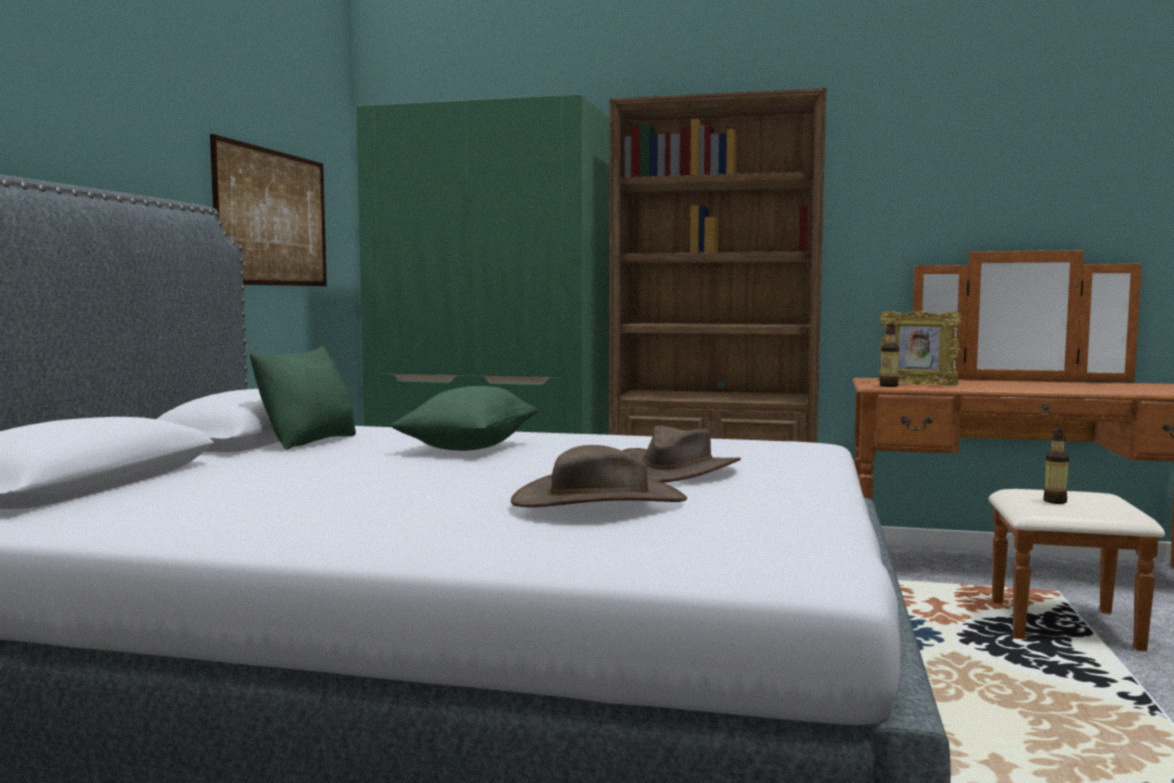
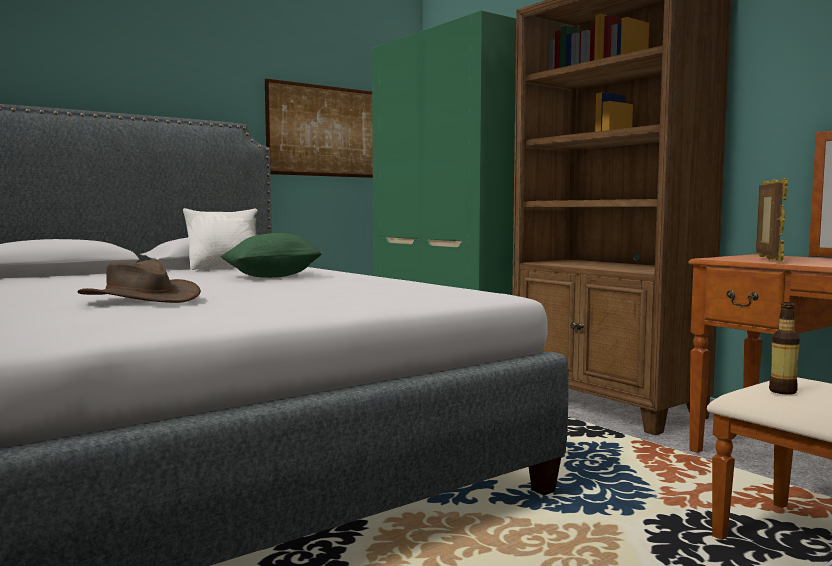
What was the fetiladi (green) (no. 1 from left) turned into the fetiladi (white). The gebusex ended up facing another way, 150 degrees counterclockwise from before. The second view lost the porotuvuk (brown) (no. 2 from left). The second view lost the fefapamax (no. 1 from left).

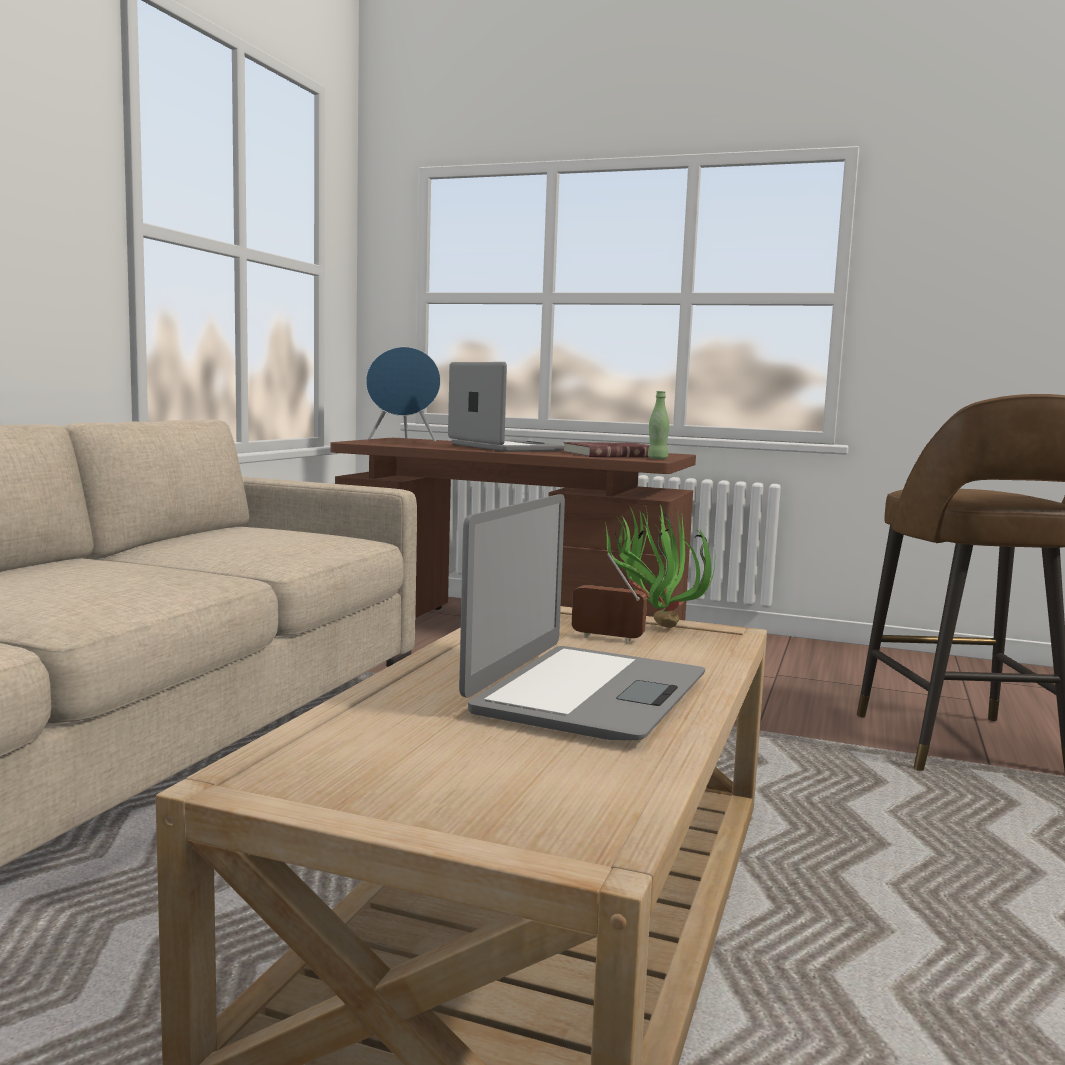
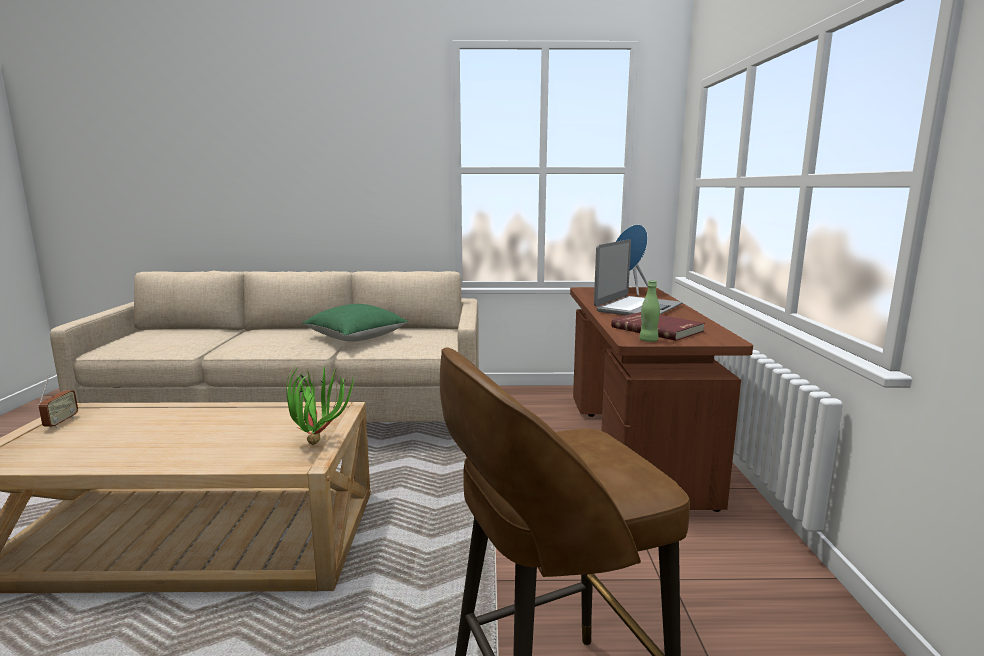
The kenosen ended up elsewhere. The second view gained the fetiladi (green). The second view lost the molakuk (no. 2 from left).

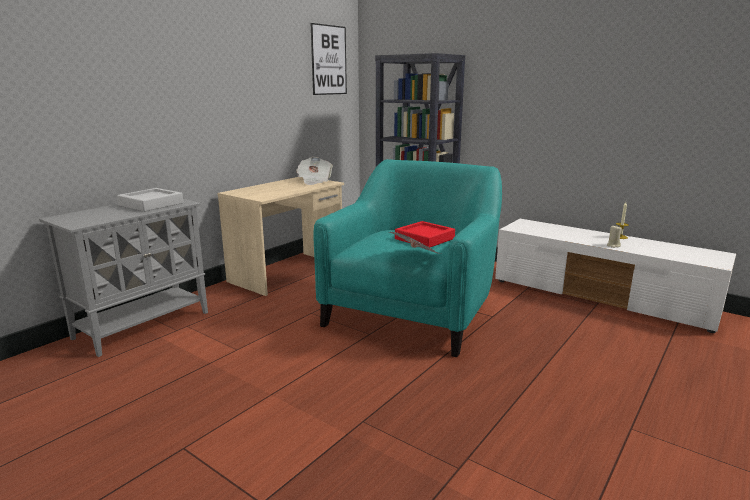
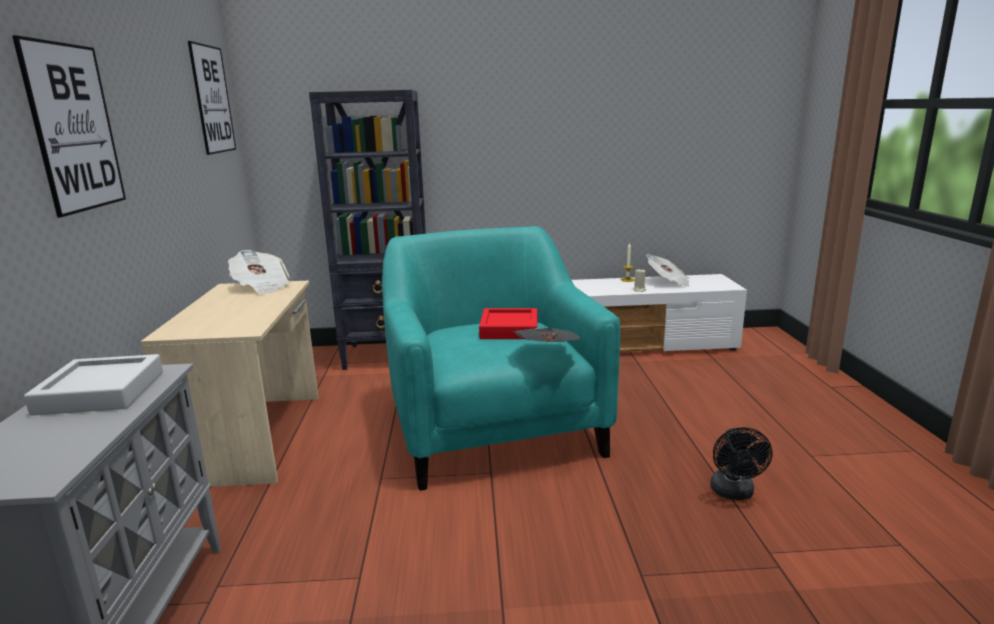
The second view gained the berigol (no. 1 from left). The second view gained the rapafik (no. 3 from left). The second view gained the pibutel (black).

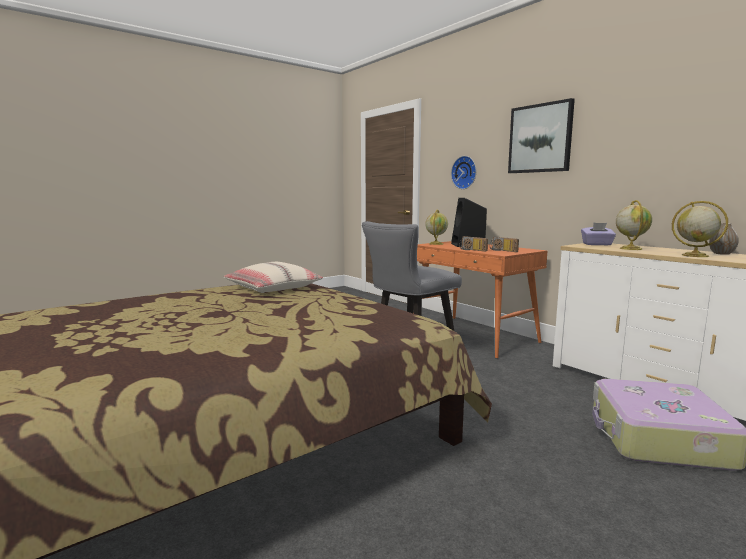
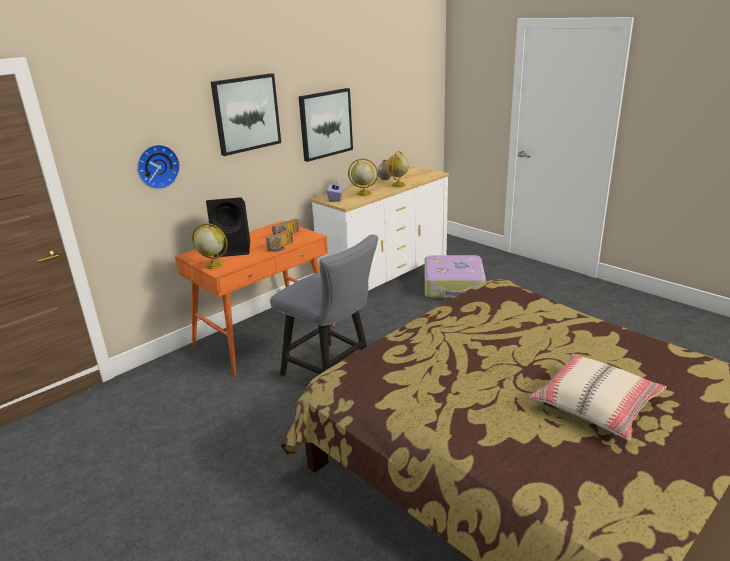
The second view gained the berigol (no. 2 from left). The fetiladi (beige) ended up elsewhere.

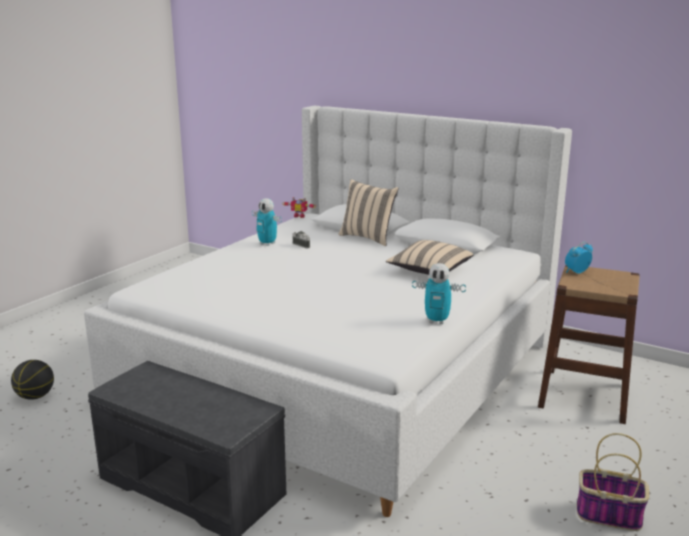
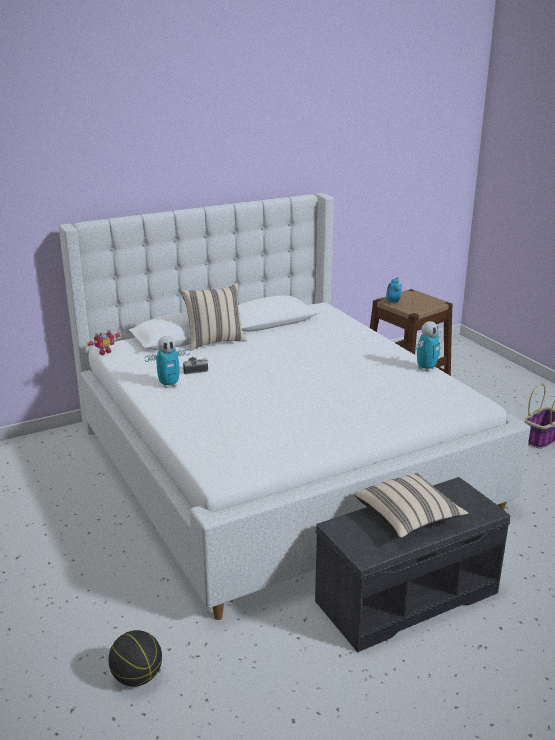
The fetiladi (beige) (no. 2 from left) ended up elsewhere.

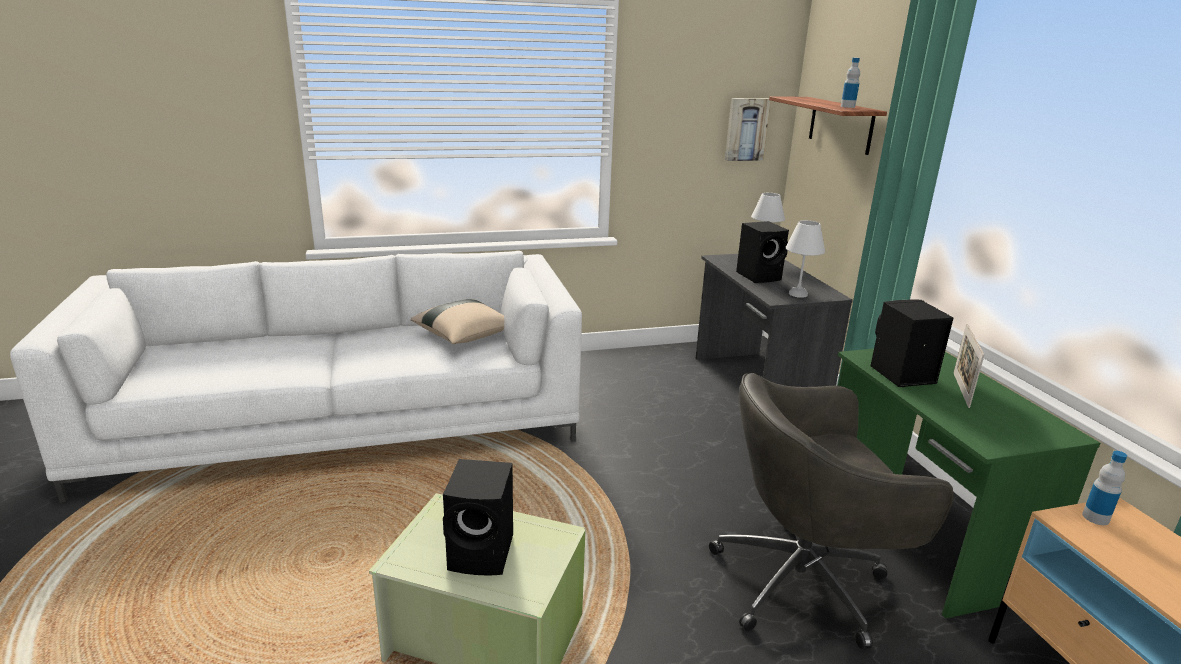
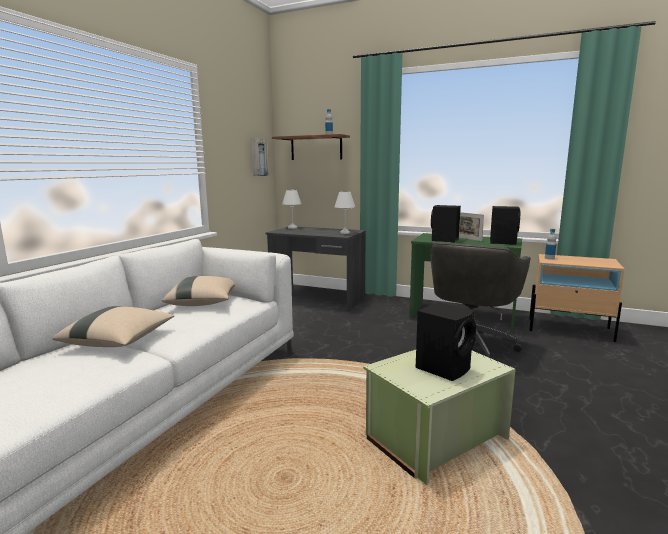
The second view gained the fetiladi (beige) (no. 1 from left). The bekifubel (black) (no. 2 from left in the first image) ended up elsewhere.

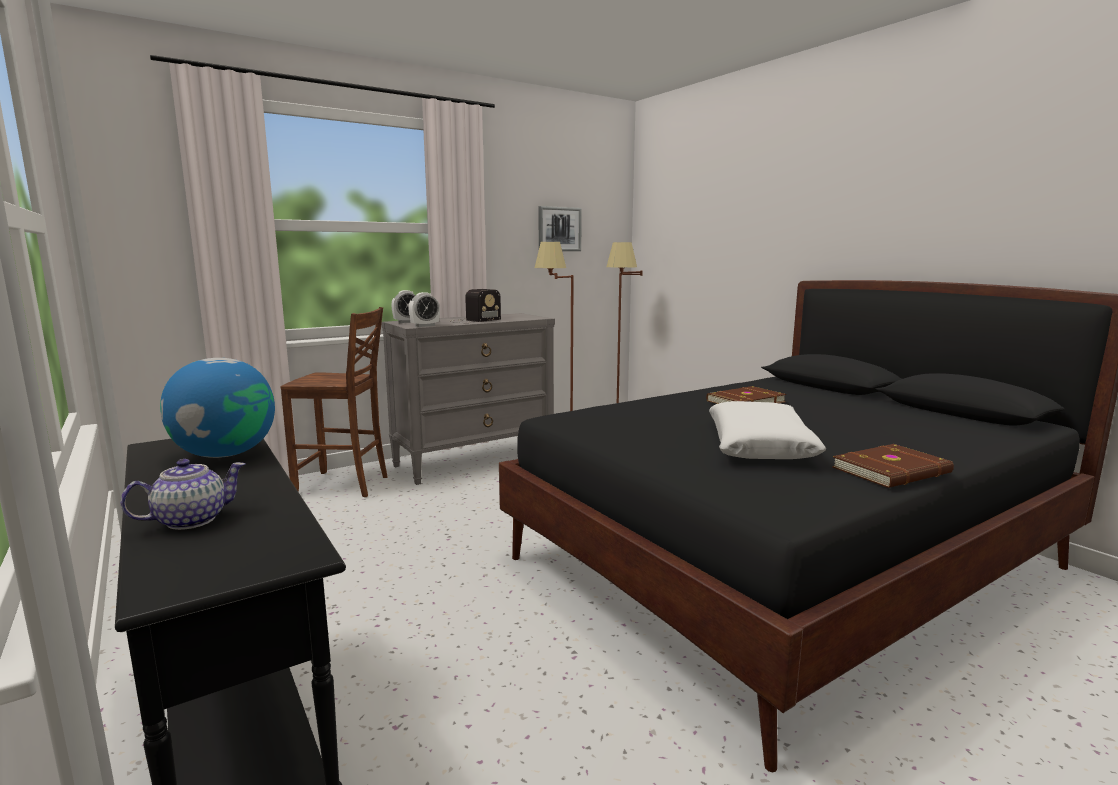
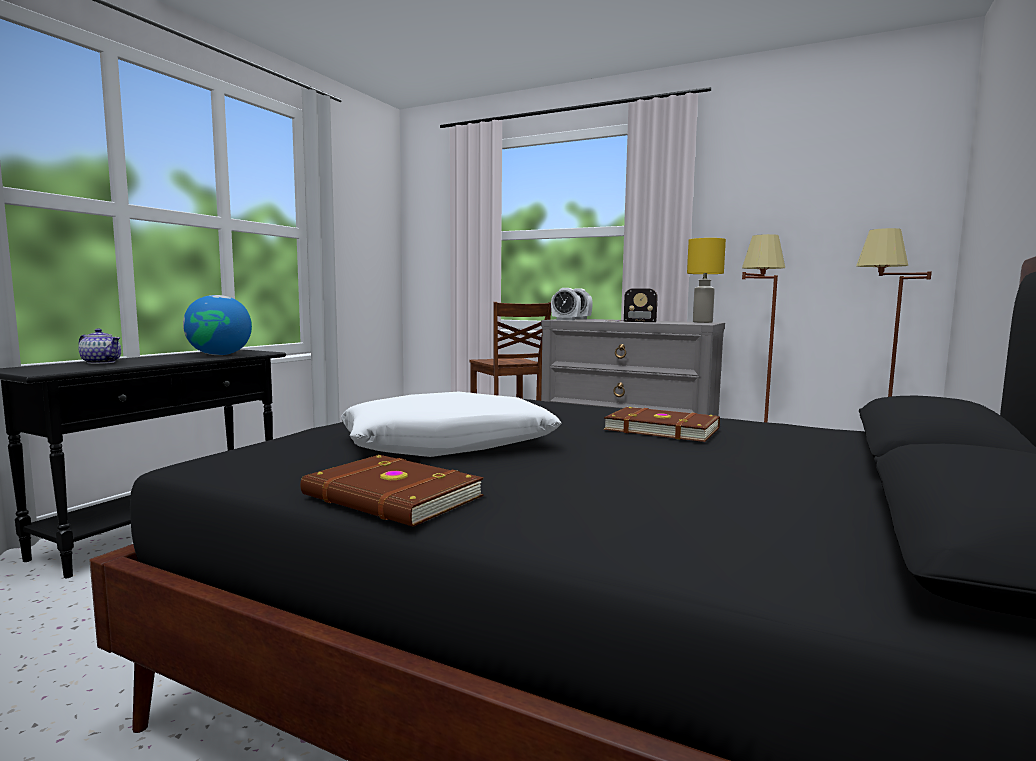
The second view gained the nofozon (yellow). The second view lost the berigol.

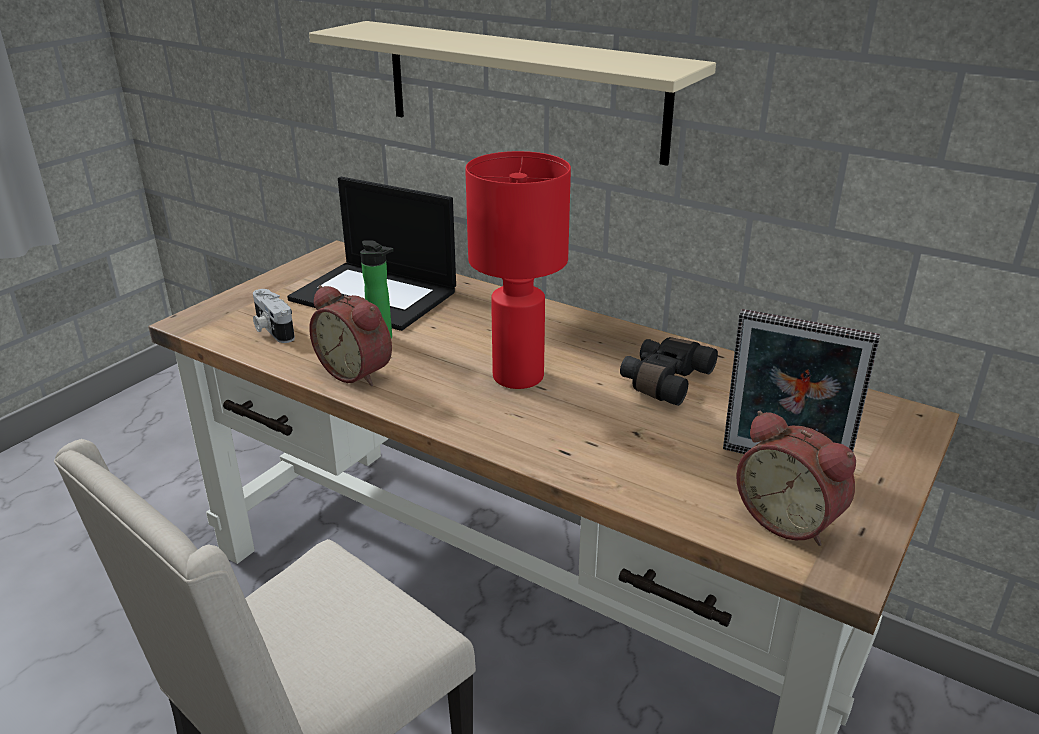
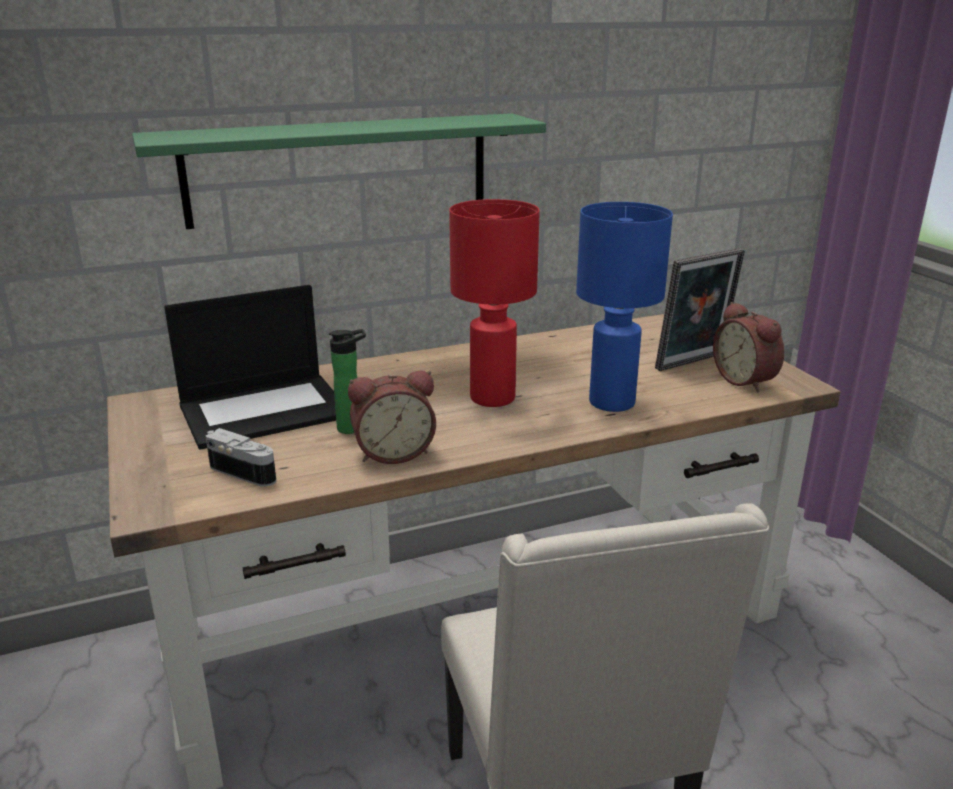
What was the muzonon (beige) turned into the muzonon (green). The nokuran ended up facing another way, 150 degrees counterclockwise from before. The second view gained the nofozon (blue). The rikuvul (no. 2 from left) ended up facing another way, 75 degrees clockwise from before. The second view lost the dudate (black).

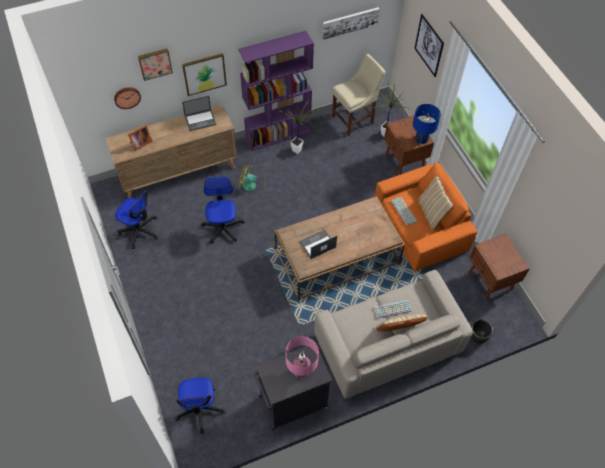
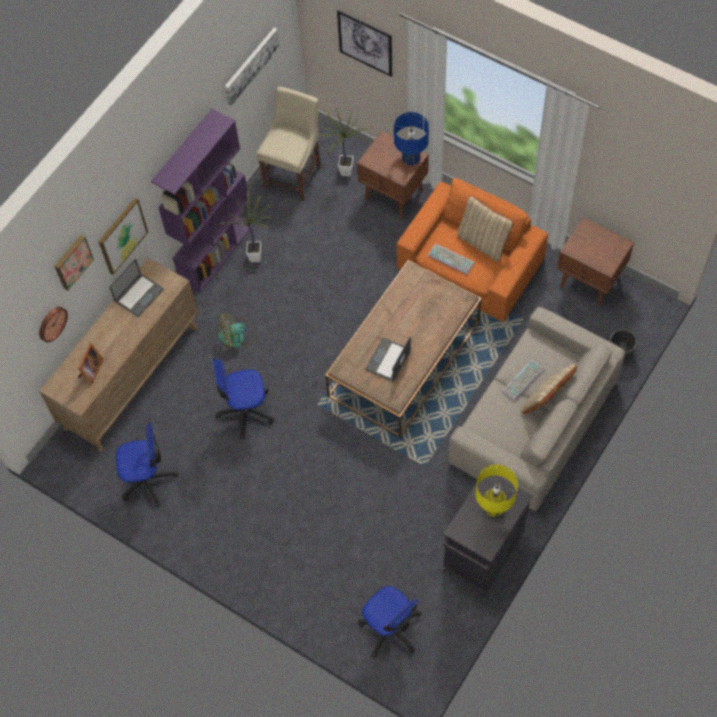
The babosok (no. 3 from left in the first image) ended up facing another way, 60 degrees counterclockwise from before. What was the nofozon (pink) turned into the nofozon (yellow).

